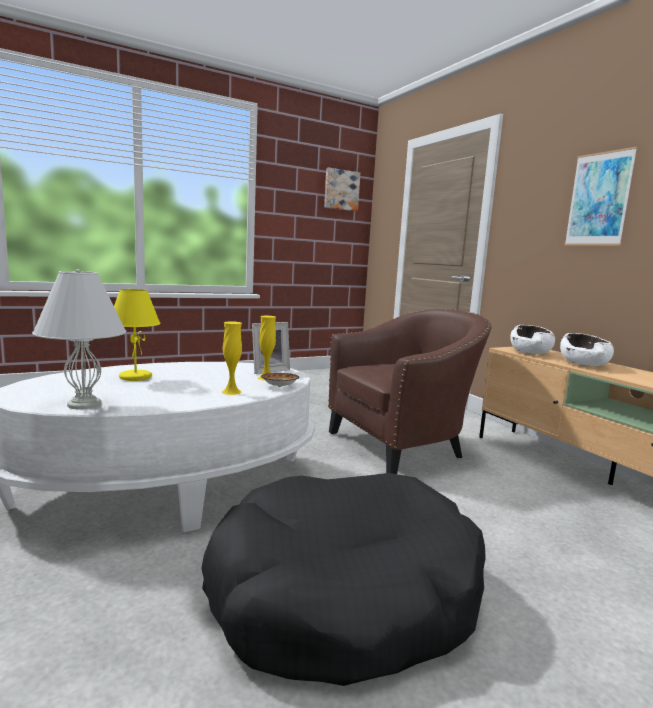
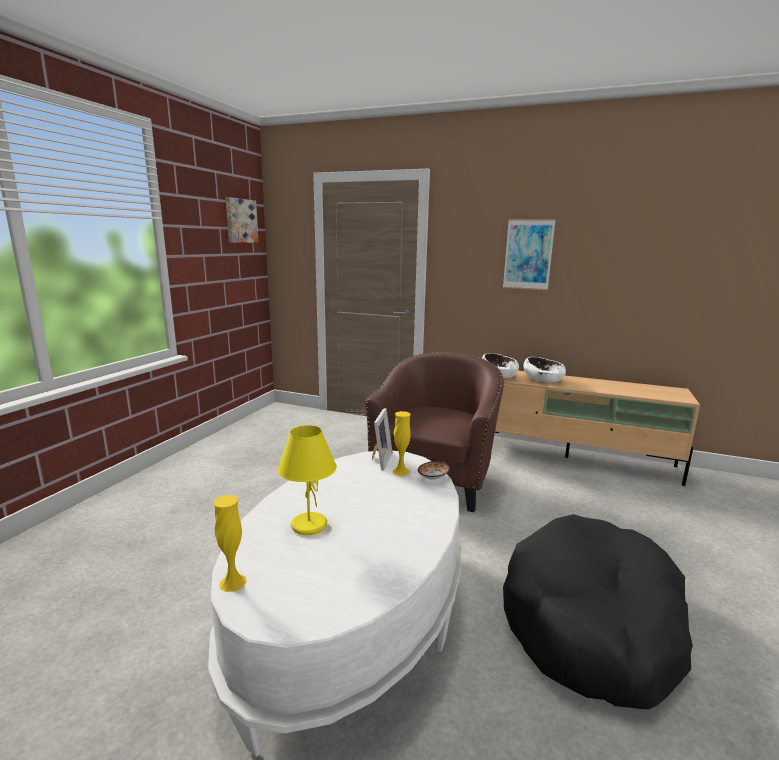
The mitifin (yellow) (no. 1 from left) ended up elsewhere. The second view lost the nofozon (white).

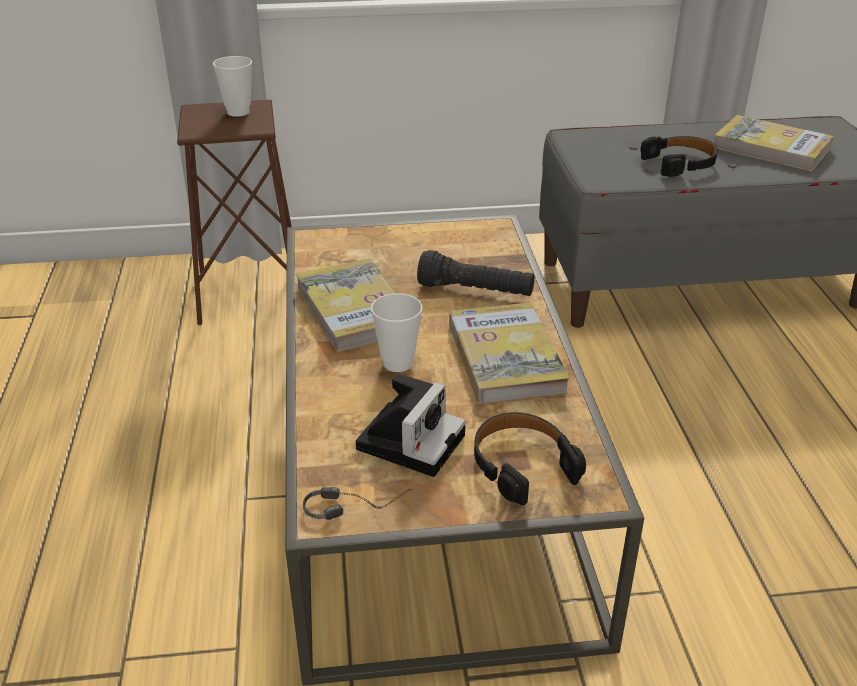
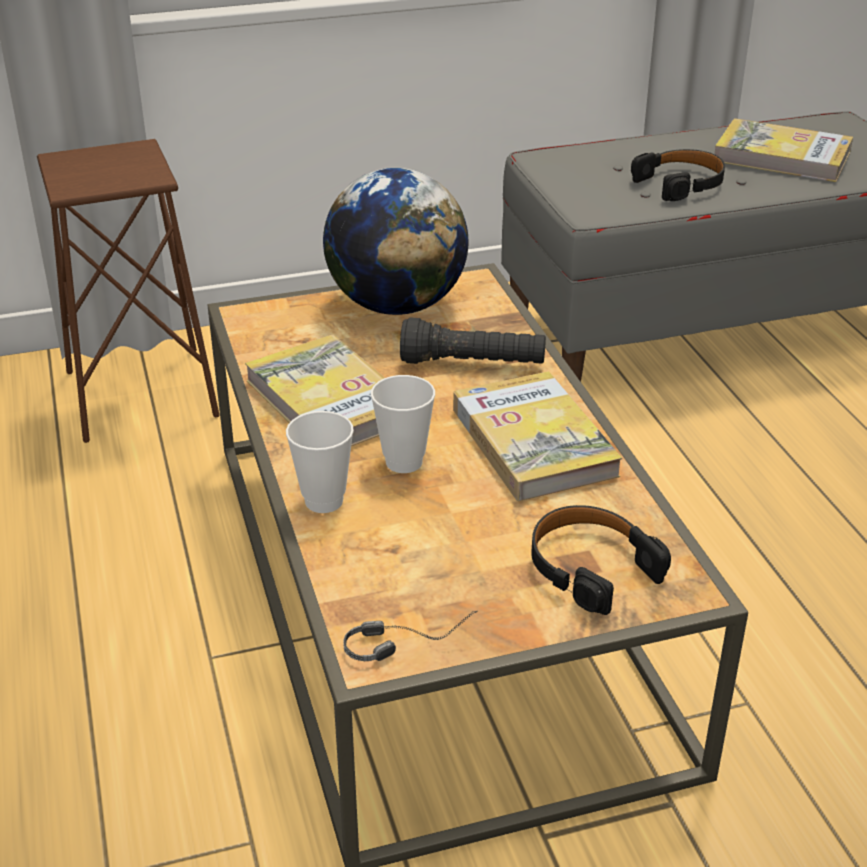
The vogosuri (no. 1 from left) ended up elsewhere. The second view gained the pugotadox. The second view lost the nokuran.

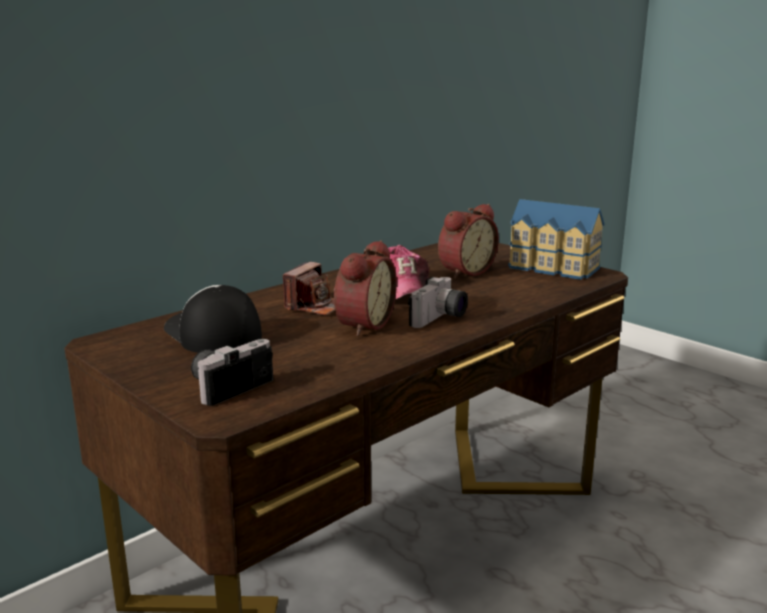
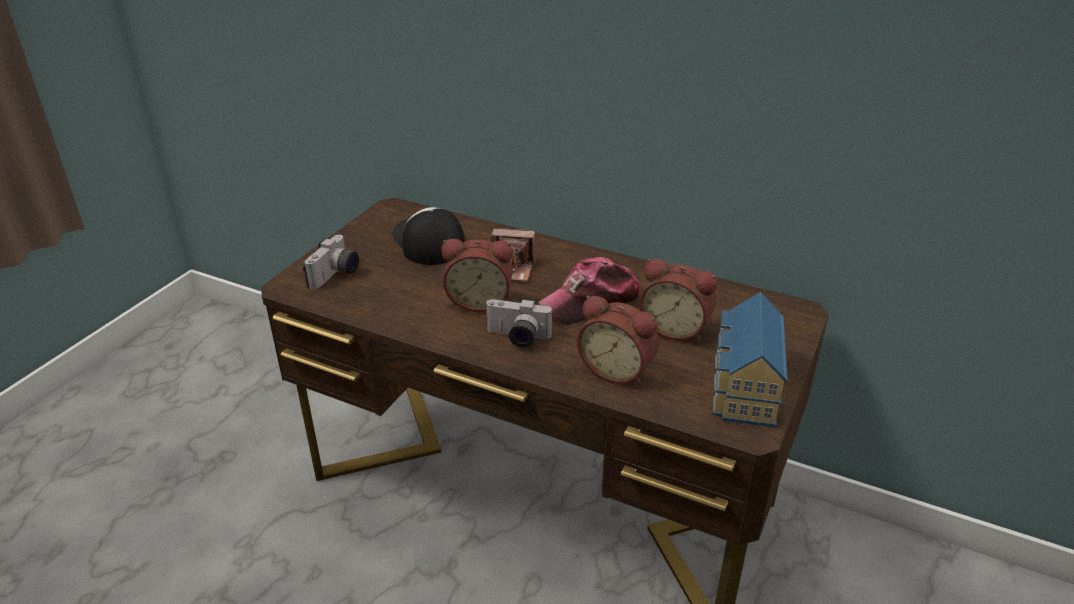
The nokuran (no. 1 from left) ended up facing another way, 90 degrees clockwise from before. The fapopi (no. 1 from left) ended up facing another way, 60 degrees counterclockwise from before. The second view gained the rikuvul (no. 2 from left).

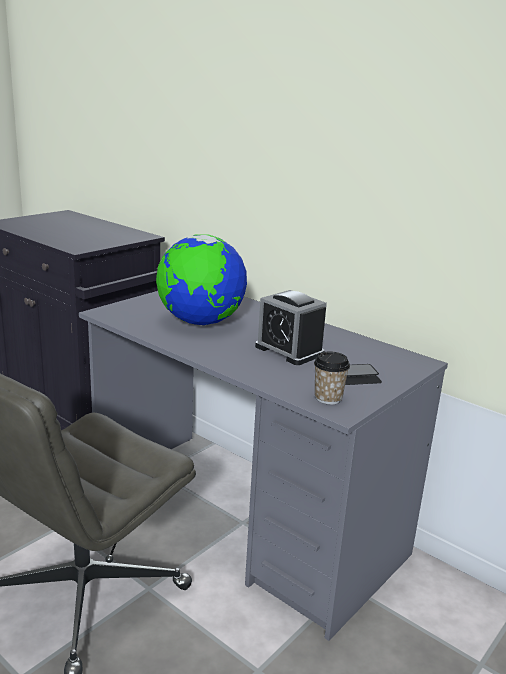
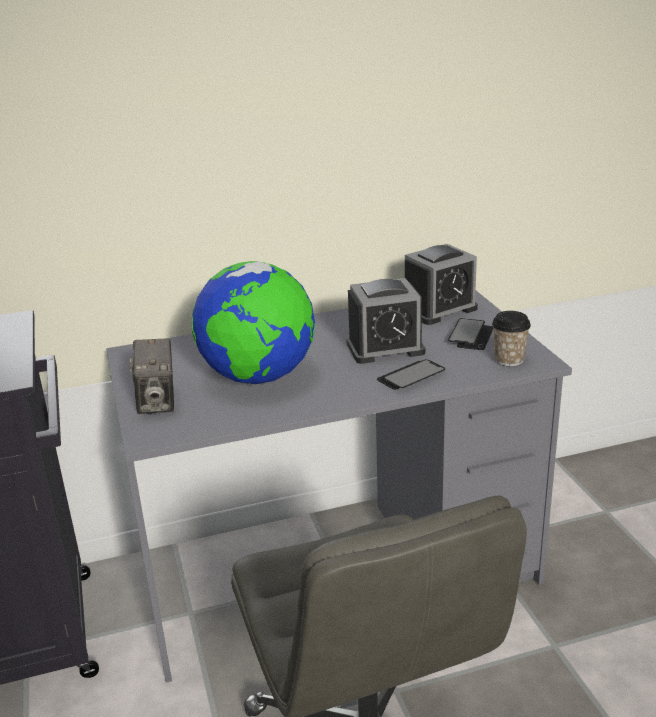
The second view gained the nokuran. The second view gained the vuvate (no. 1 from left). The second view gained the rikuvul (no. 2 from left).

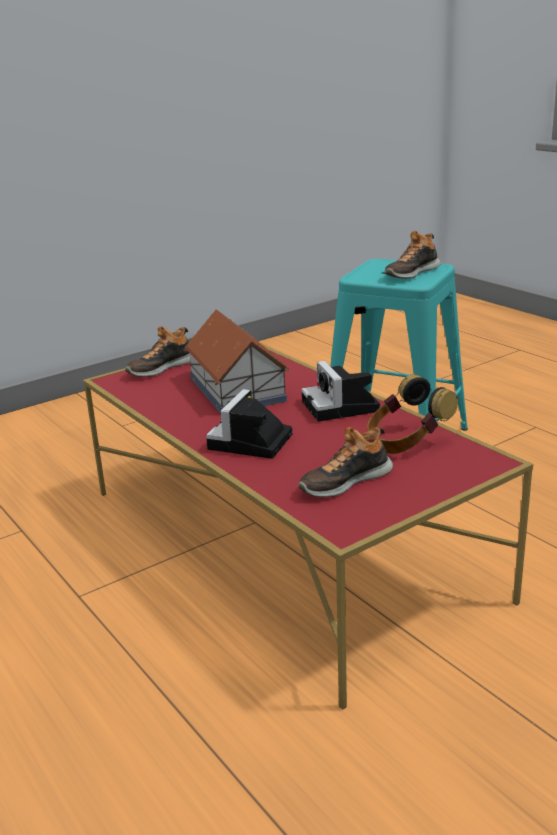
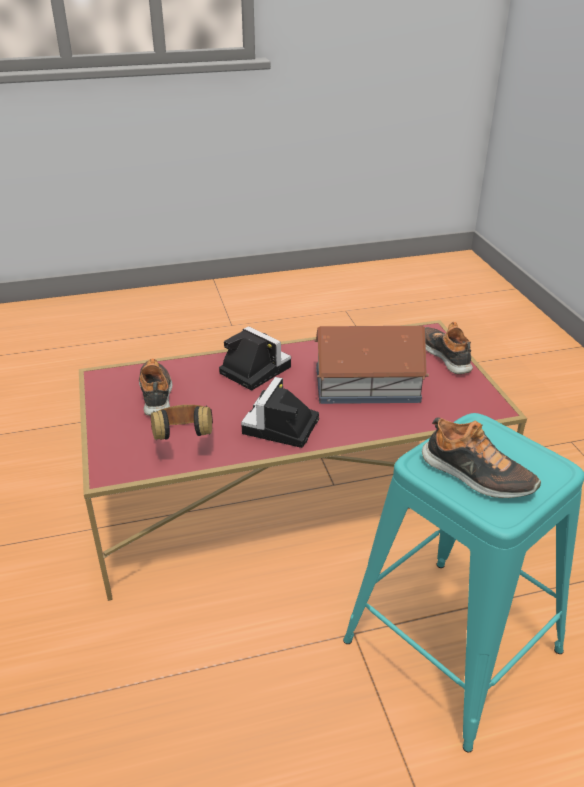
The nokuran (no. 2 from left) ended up facing another way, 75 degrees counterclockwise from before. The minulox (no. 3 from left) ended up facing another way, 150 degrees clockwise from before.

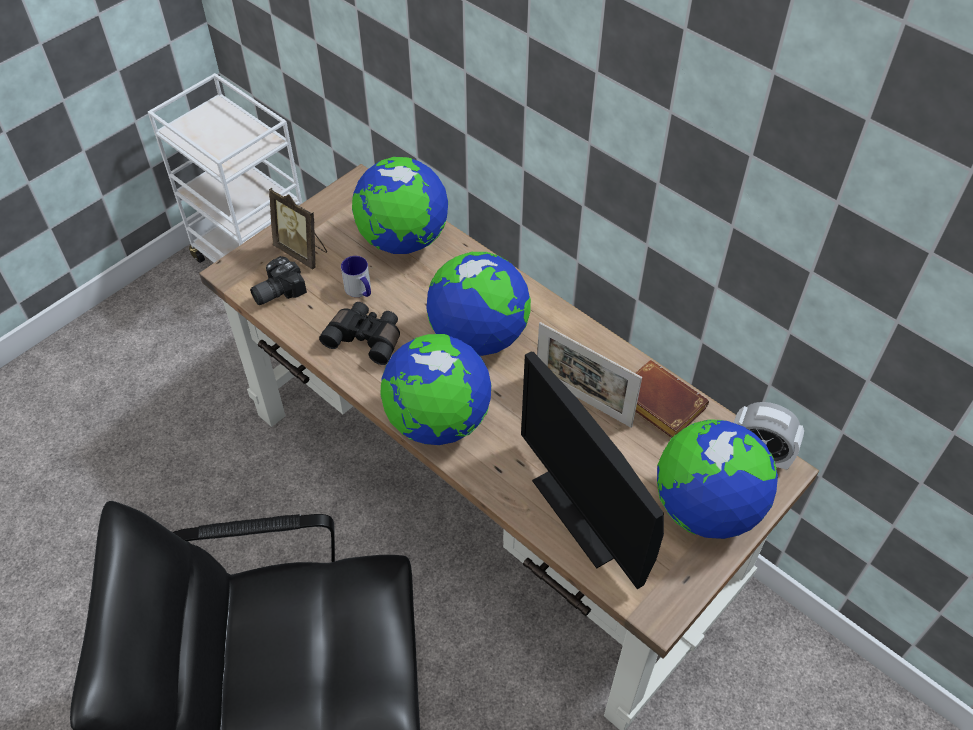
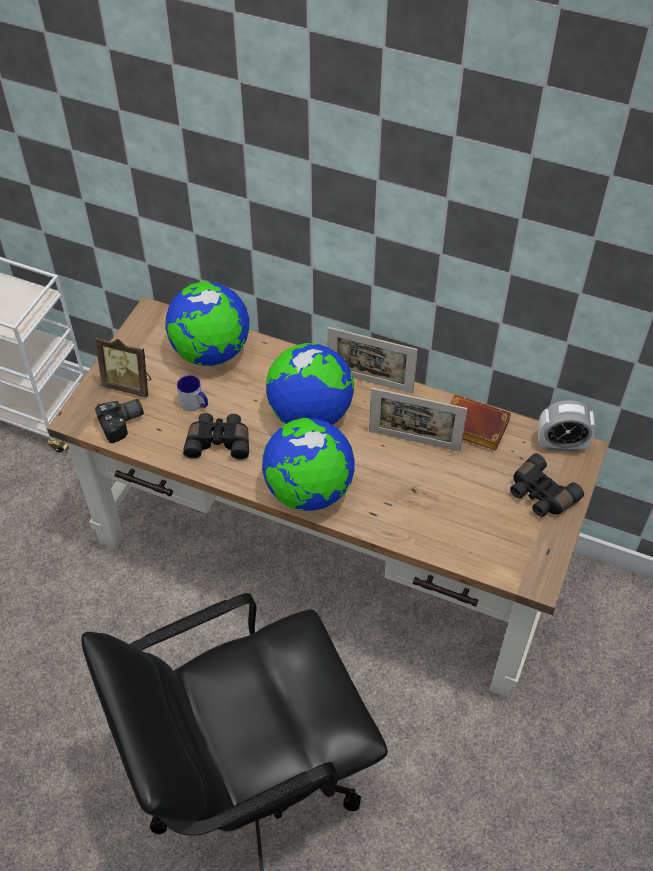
The nokuran ended up facing another way, 150 degrees counterclockwise from before. The second view gained the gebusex (no. 2 from left). Where the pugotadox (no. 4 from left) stood, the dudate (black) (no. 2 from left) came to stand. The second view lost the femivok.

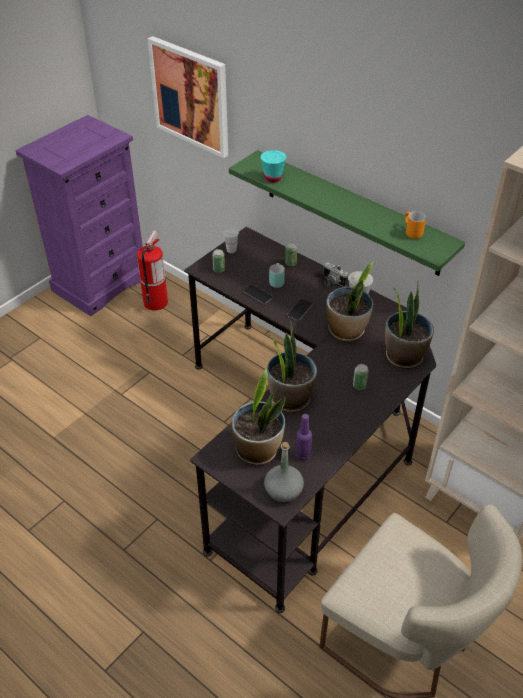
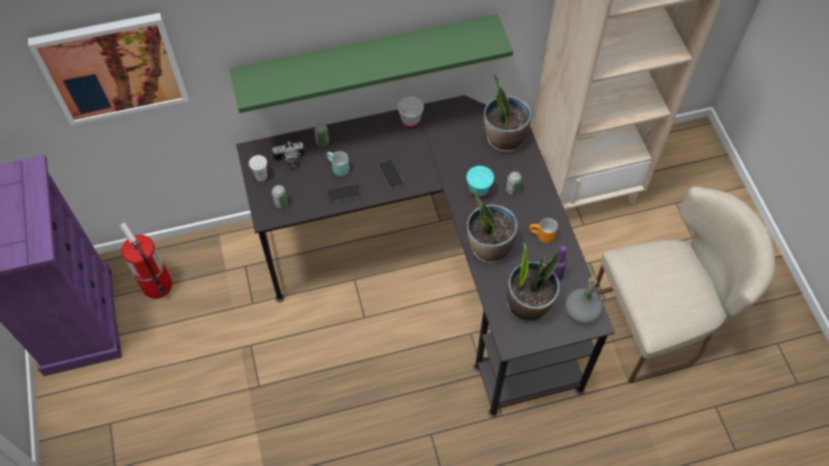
The nokuran ended up elsewhere. The vogosuri (turquoise) ended up elsewhere. The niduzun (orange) ended up elsewhere. The second view lost the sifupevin (no. 3 from left).

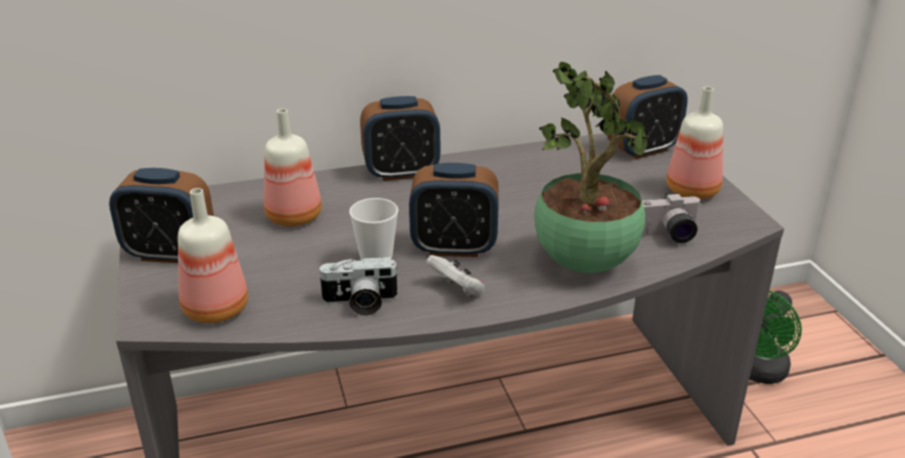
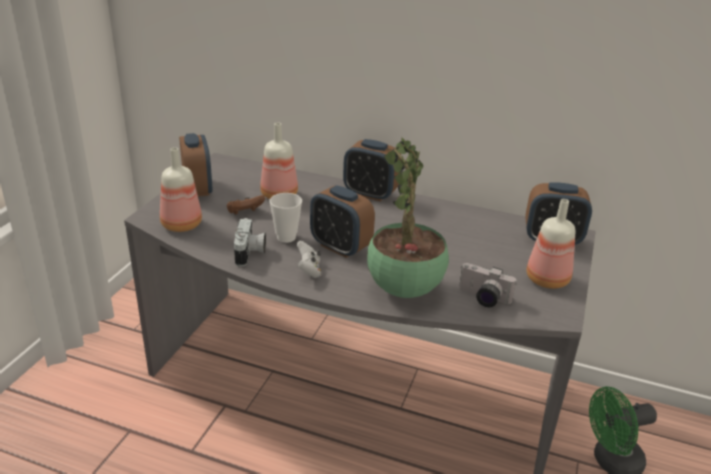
The rikuvul (no. 1 from left) ended up facing another way, 150 degrees counterclockwise from before. The second view gained the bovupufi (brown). The nokuran (no. 1 from left) ended up facing another way, 120 degrees counterclockwise from before.

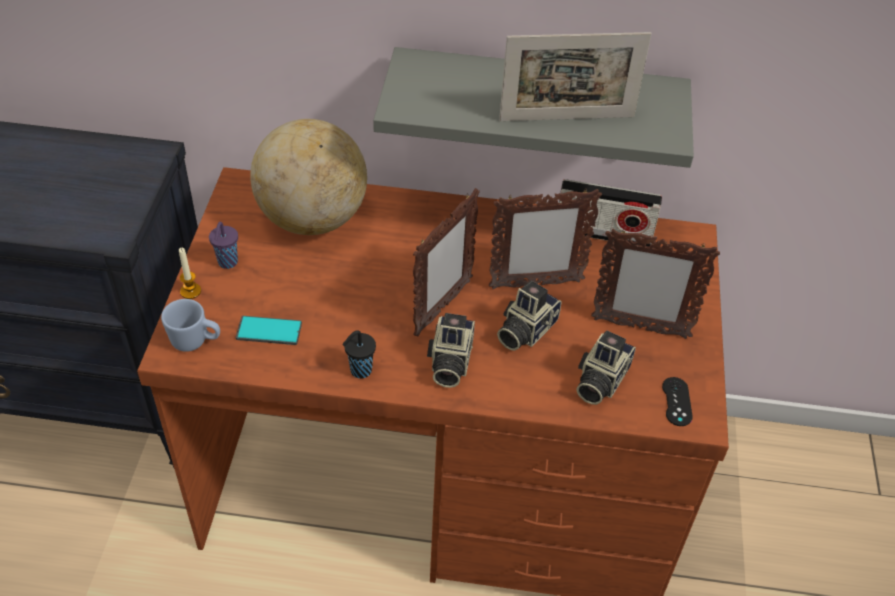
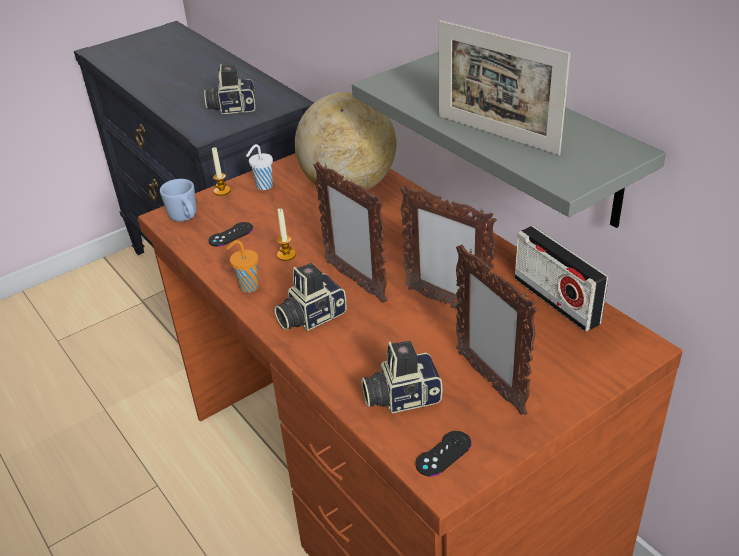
The nokuran (no. 2 from left in the first image) ended up elsewhere. Where the vuvate stood, the bovupufi (black) (no. 1 from left) came to stand. What was the vogosuri (black) turned into the vogosuri (orange). What was the vogosuri (purple) turned into the vogosuri (white). The second view gained the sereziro (no. 2 from left). The gebusex (no. 1 from left) ended up facing another way, 60 degrees clockwise from before.

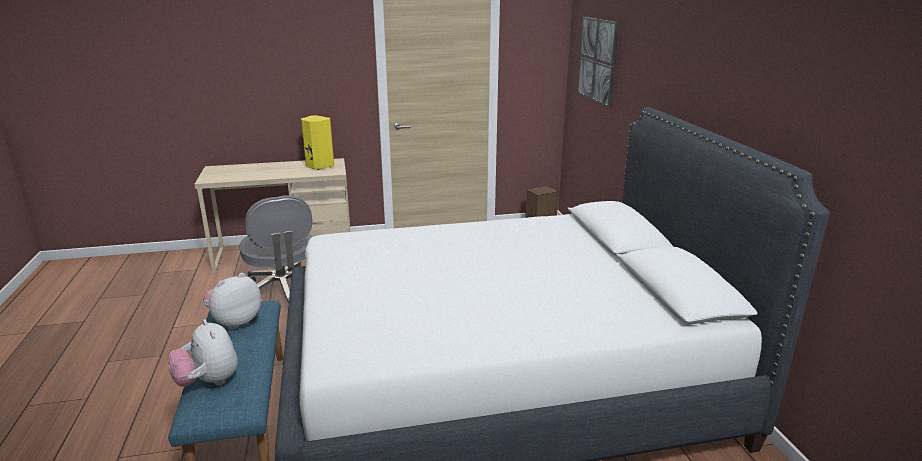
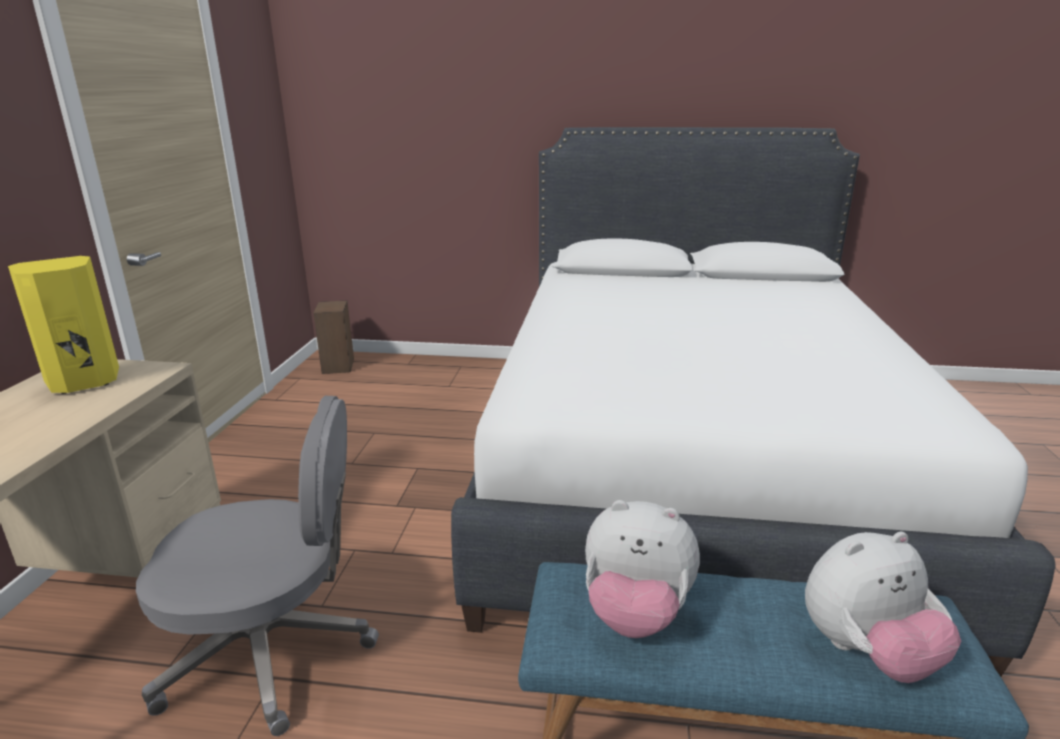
The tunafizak (no. 2 from left in the first image) ended up facing another way, 45 degrees counterclockwise from before. The second view lost the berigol.

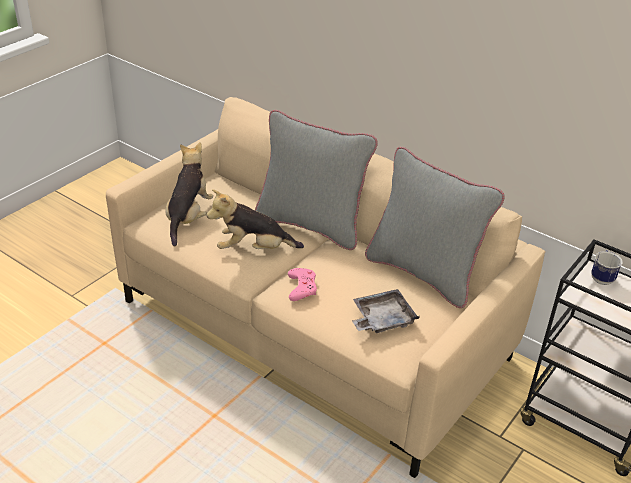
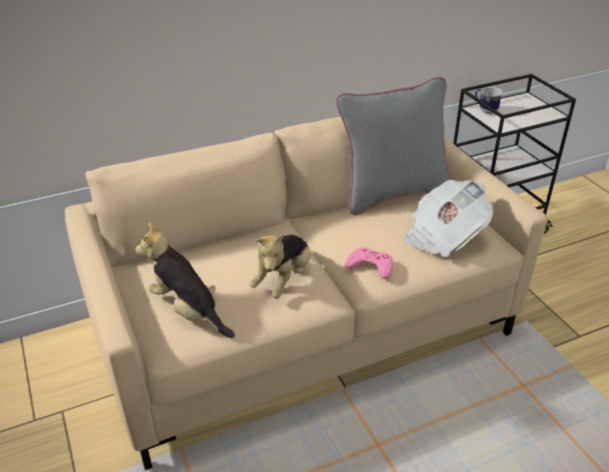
Where the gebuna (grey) stood, the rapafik came to stand. The second view lost the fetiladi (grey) (no. 1 from left).

